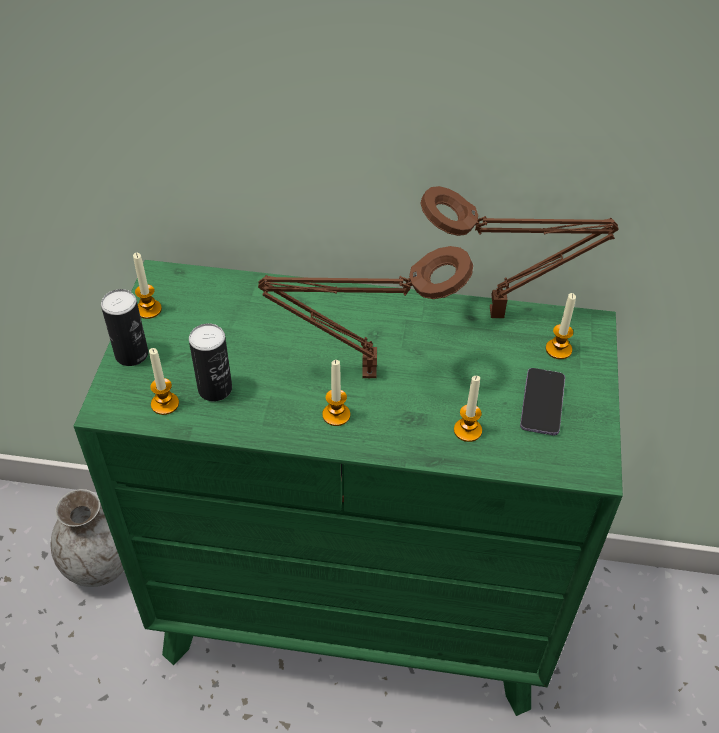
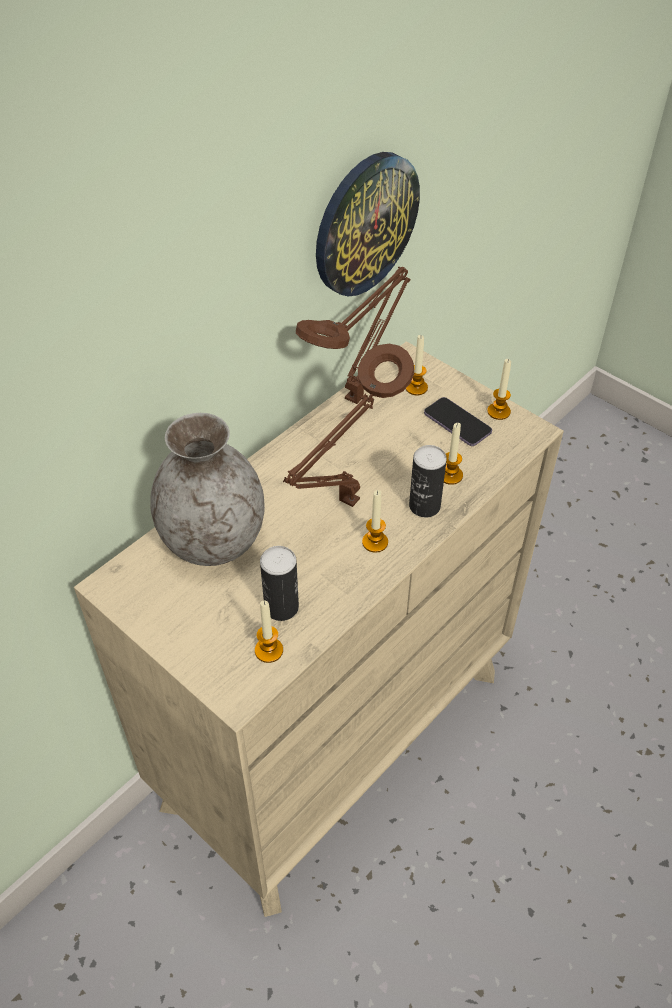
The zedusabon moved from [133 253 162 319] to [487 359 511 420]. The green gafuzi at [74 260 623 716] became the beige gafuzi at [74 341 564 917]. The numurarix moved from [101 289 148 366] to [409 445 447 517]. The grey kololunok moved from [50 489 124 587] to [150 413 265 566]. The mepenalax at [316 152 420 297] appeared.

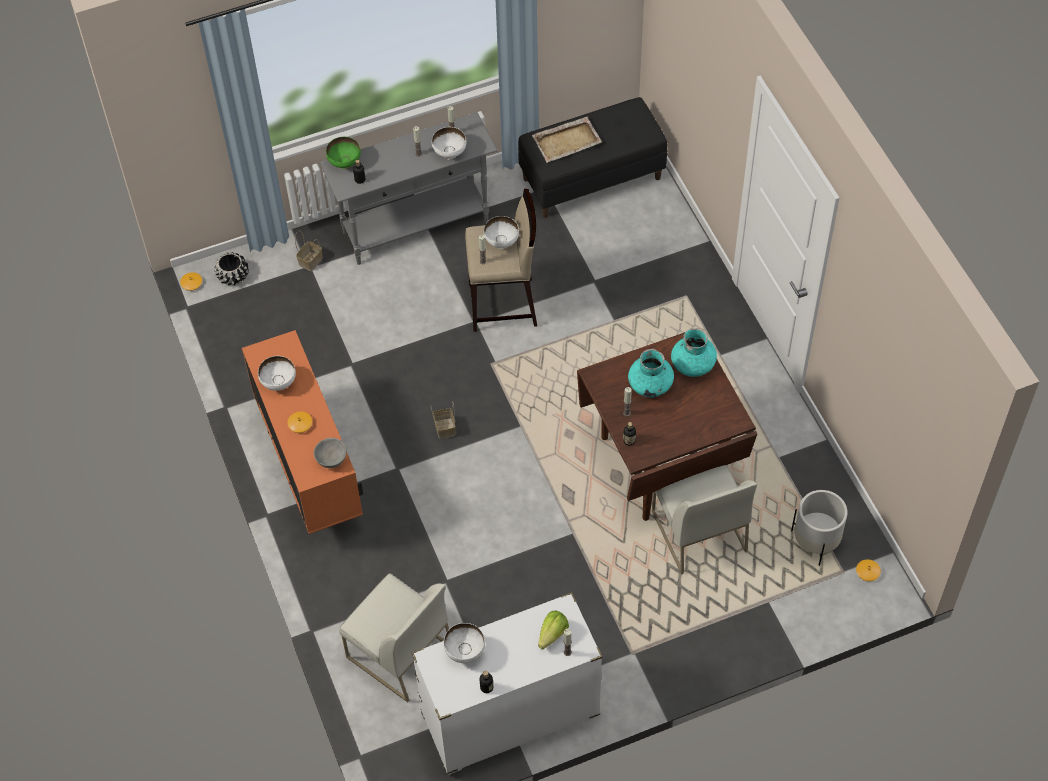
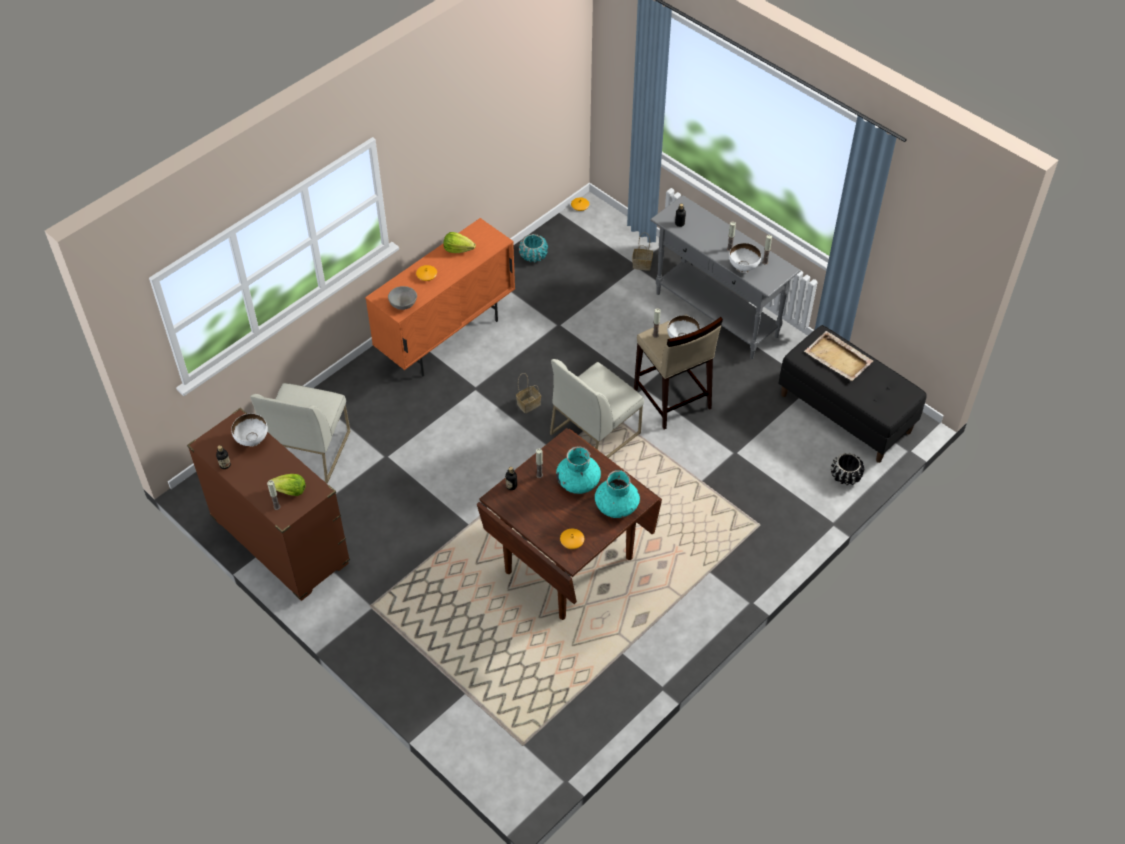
The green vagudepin at [326 137 361 169] disappeared. The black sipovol moved from [214 252 249 285] to [831 453 864 485]. The white vagudepin at [258 356 296 391] was replaced by the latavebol at [443 232 476 253]. The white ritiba moved from [652 465 757 575] to [550 359 644 458]. The white sipovol at [791 490 848 566] disappeared. The orange kololunok moved from [856 559 881 581] to [560 528 584 549]. The white gafuzi at [412 592 602 775] became the brown gafuzi at [187 408 350 601]. The turquoise sipovol at [519 234 548 262] appeared.

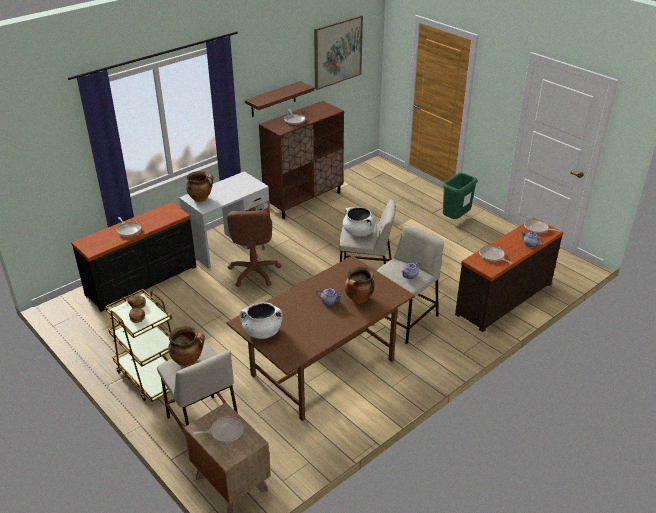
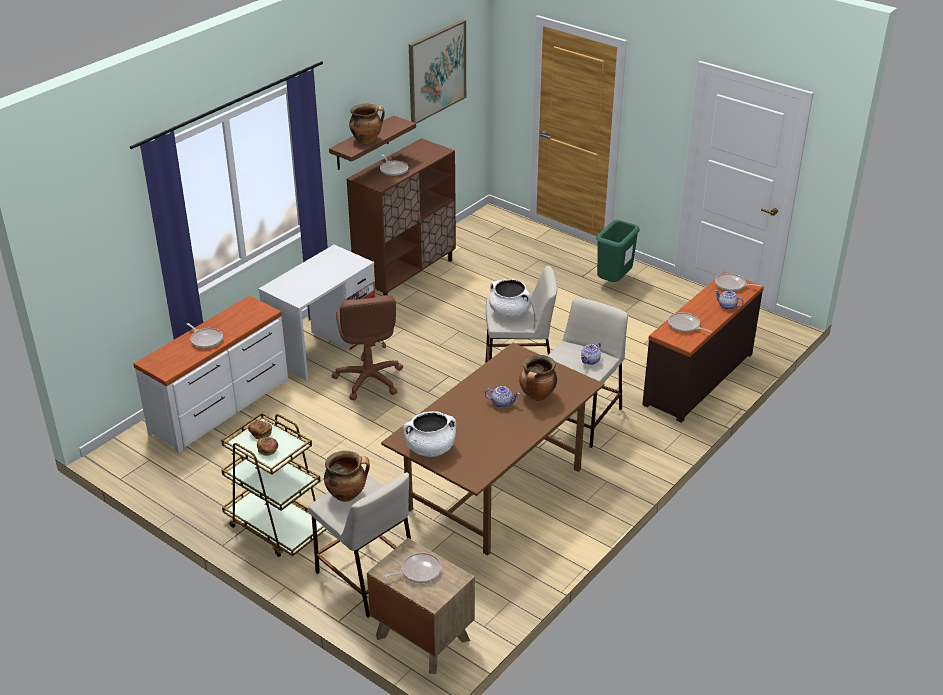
The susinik moved from [186 171 213 202] to [349 104 385 144]. The black gafuzi at [71 202 197 312] became the white gafuzi at [133 296 288 453].

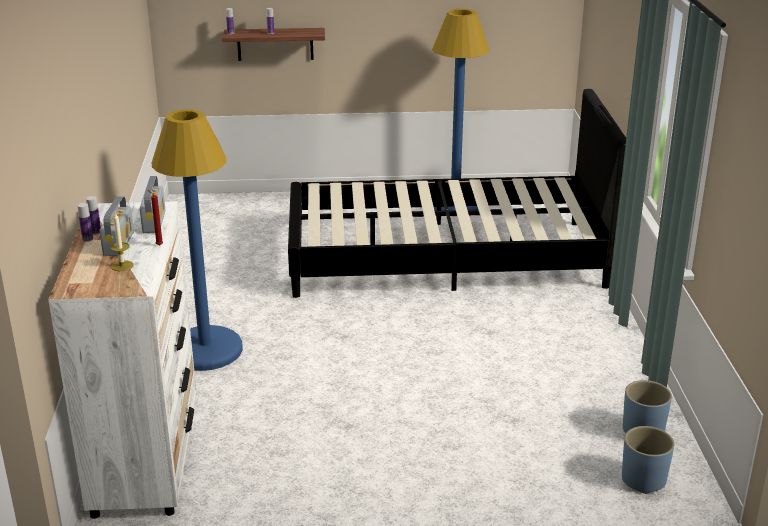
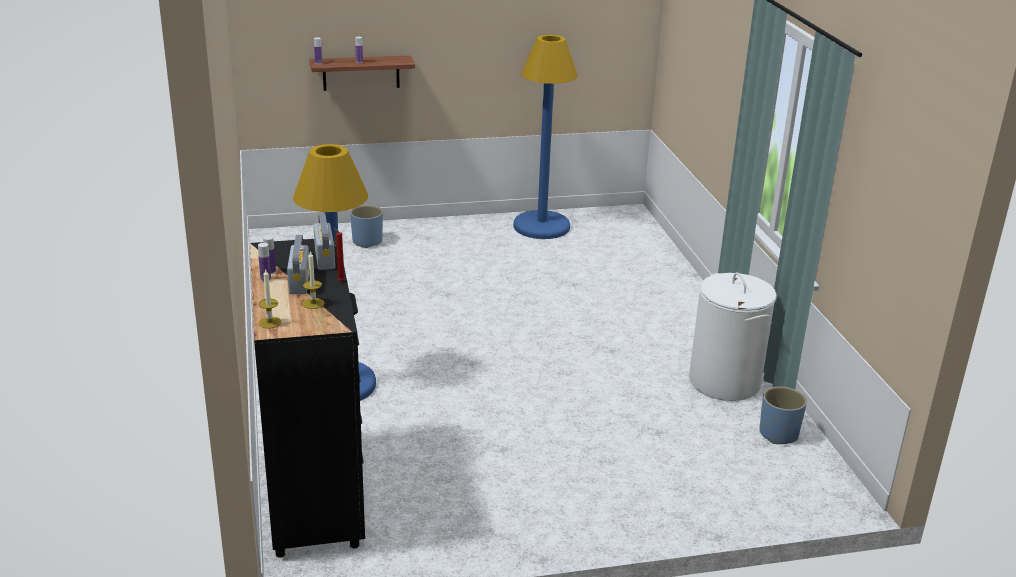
The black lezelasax at [288 89 626 298] disappeared. The white gafuzi at [48 201 196 519] became the black gafuzi at [250 237 365 558]. The blue sipovol moved from [622 426 674 494] to [350 205 383 248]. The zedusabon at [259 268 281 329] appeared. The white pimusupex at [689 272 777 401] appeared.

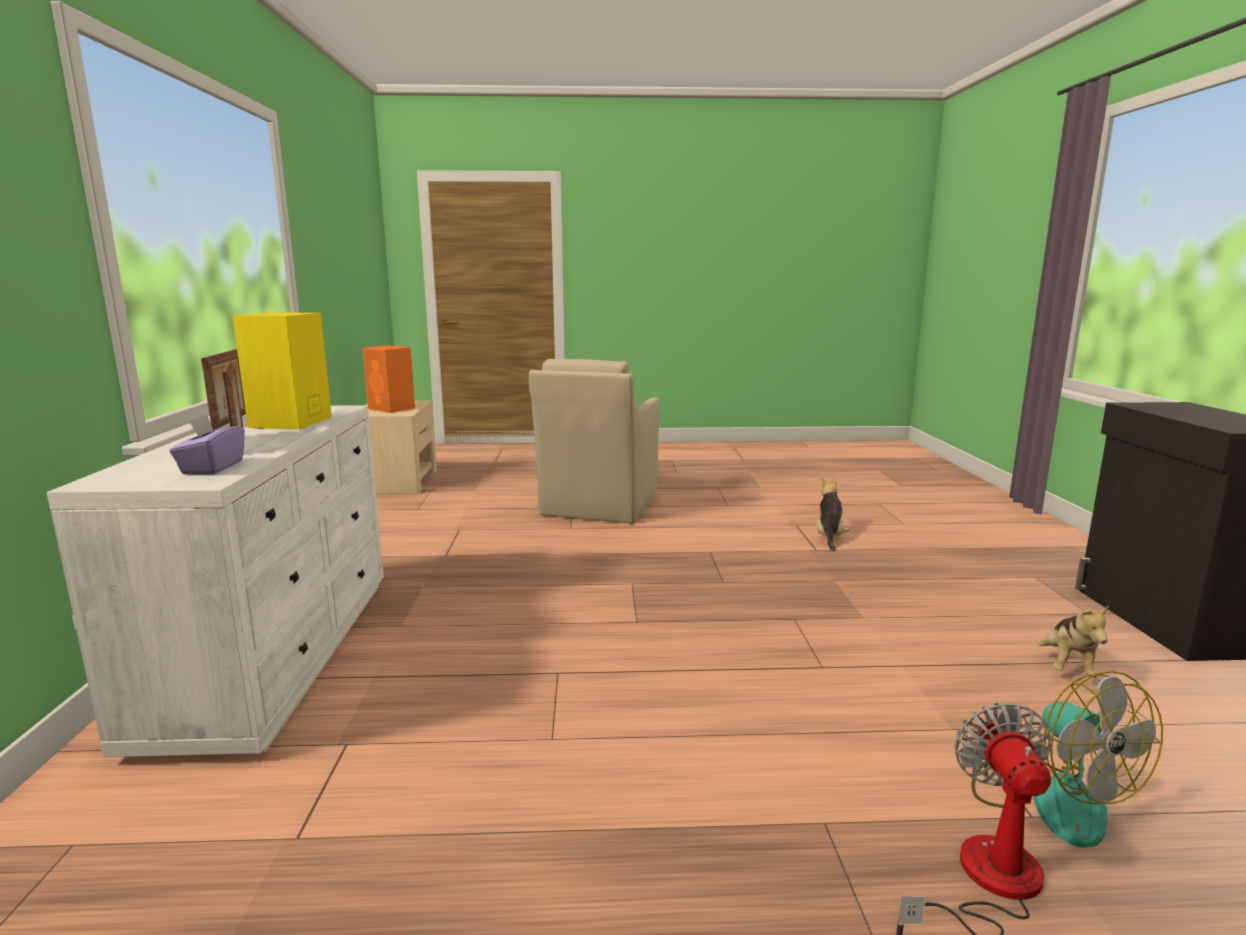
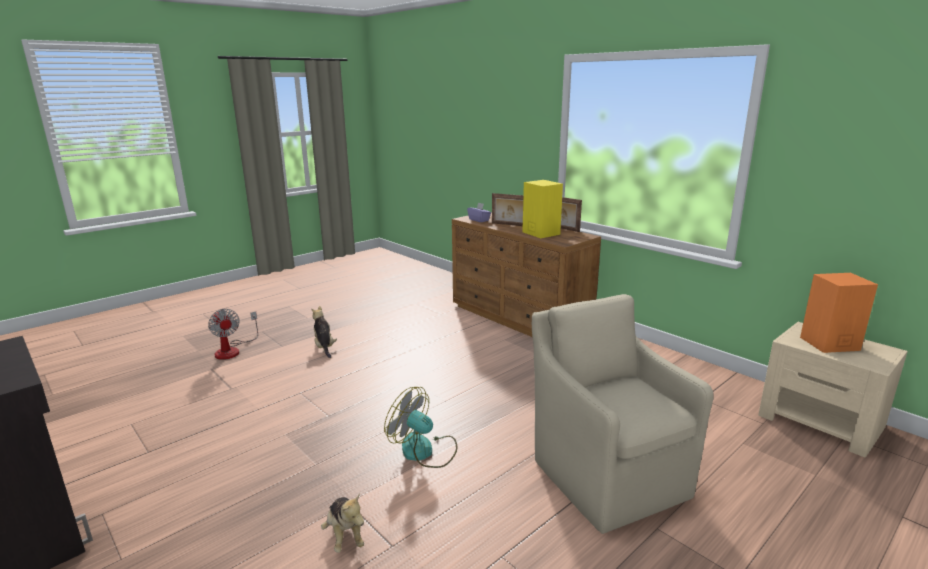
The white gafuzi at [47 405 384 757] became the brown gafuzi at [452 212 601 337]. The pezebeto moved from [1038 605 1109 678] to [311 306 337 358]. The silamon moved from [971 671 1163 848] to [384 387 457 468].

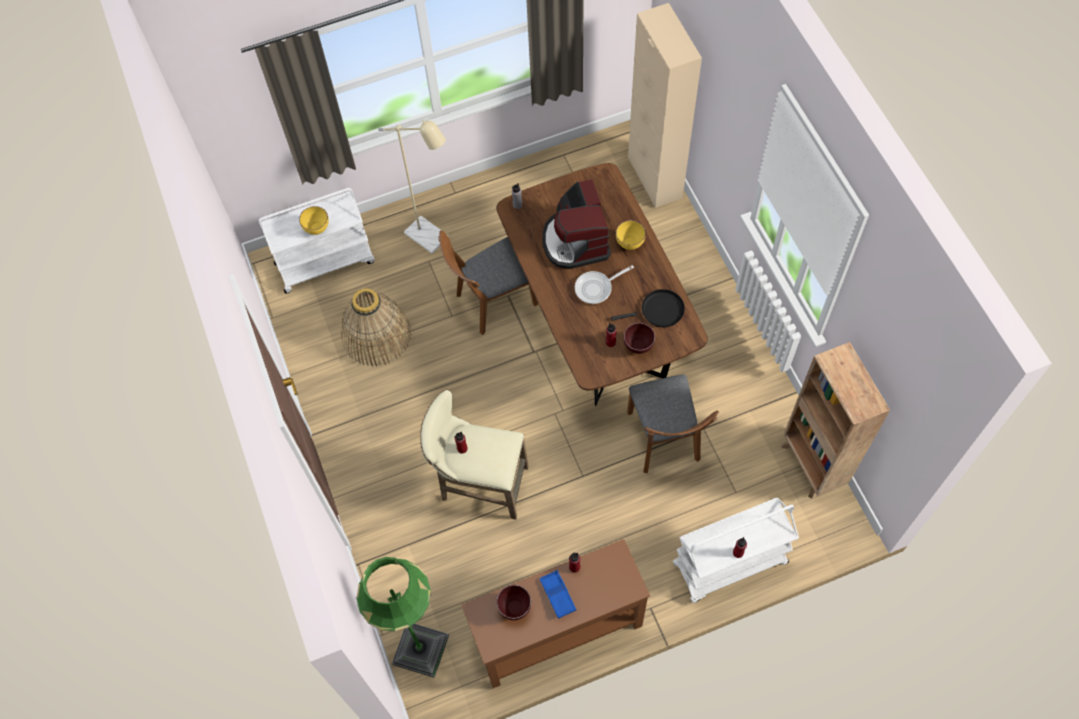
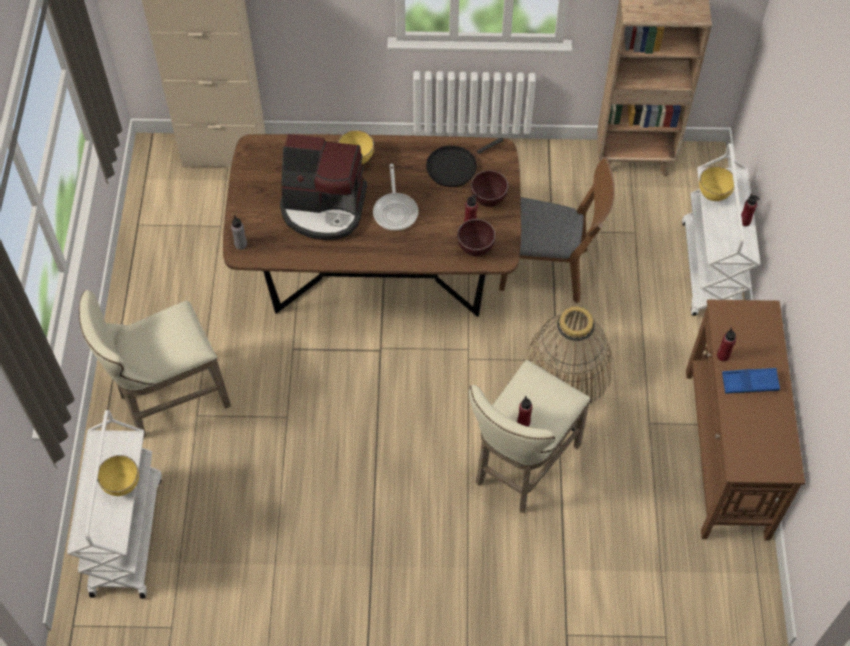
The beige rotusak at [378 120 449 254] was replaced by the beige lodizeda at [79 290 231 437]. The brown ritiba at [438 231 538 335] disappeared. The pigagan moved from [341 288 411 367] to [524 306 612 404]. The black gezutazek at [611 289 685 327] turned 135 degrees counterclockwise. The green rotusak at [356 557 449 678] disappeared. The brown vagudepin moved from [496 585 531 620] to [457 219 495 256]. The yellow vagudepin at [699 166 734 201] appeared.

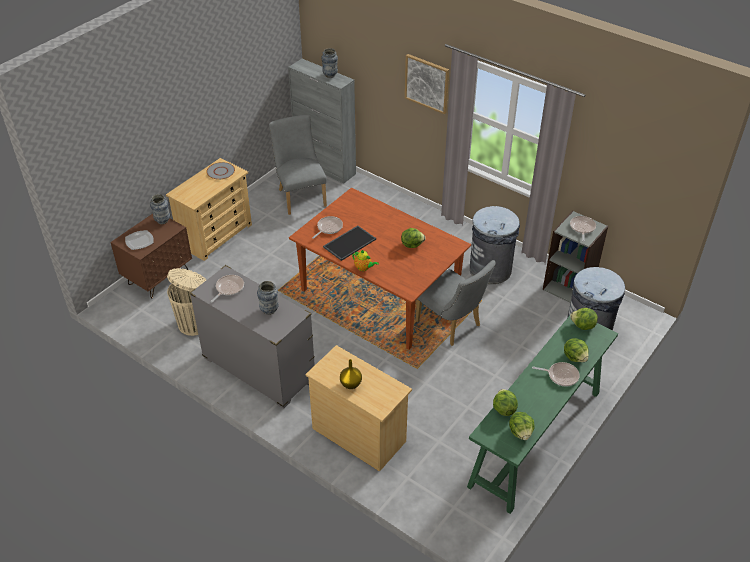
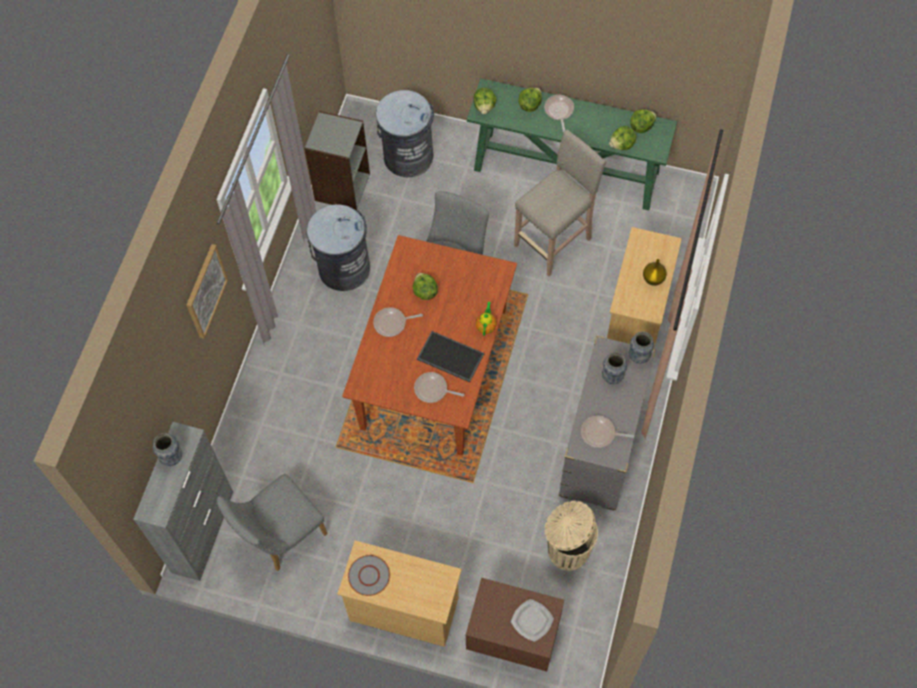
The kololunok moved from [150 194 170 224] to [629 331 654 364]. The gezutazek moved from [570 216 596 242] to [373 307 423 337]. The beige lodizeda at [514 130 606 276] appeared.

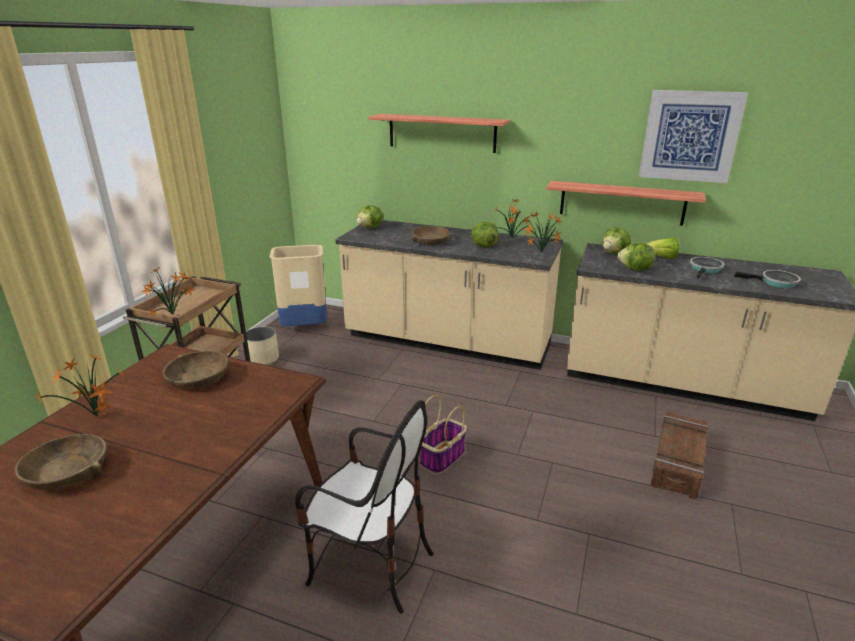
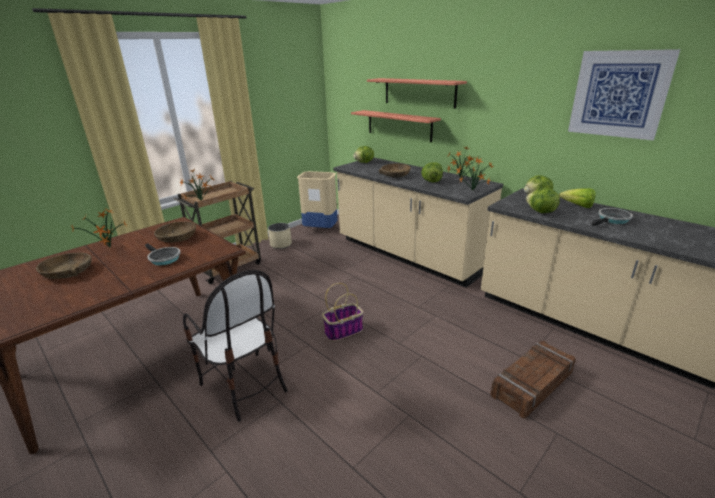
The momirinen moved from [546 181 706 226] to [351 110 441 142]. The gezutazek moved from [734 270 801 288] to [145 243 181 265].

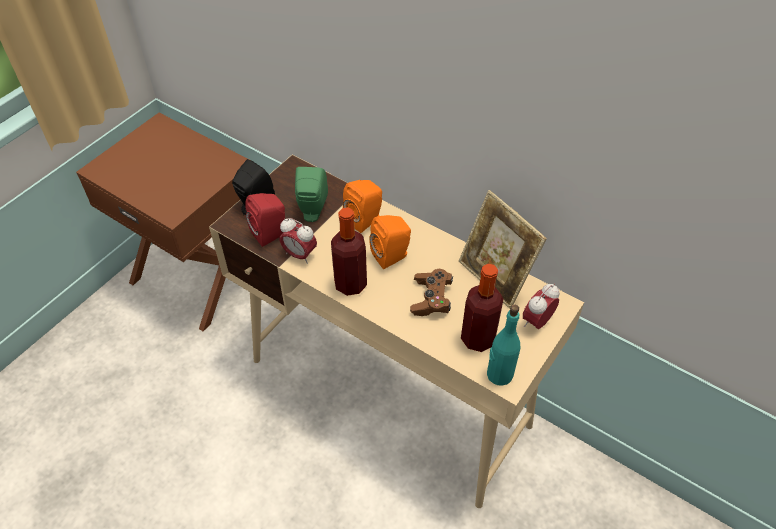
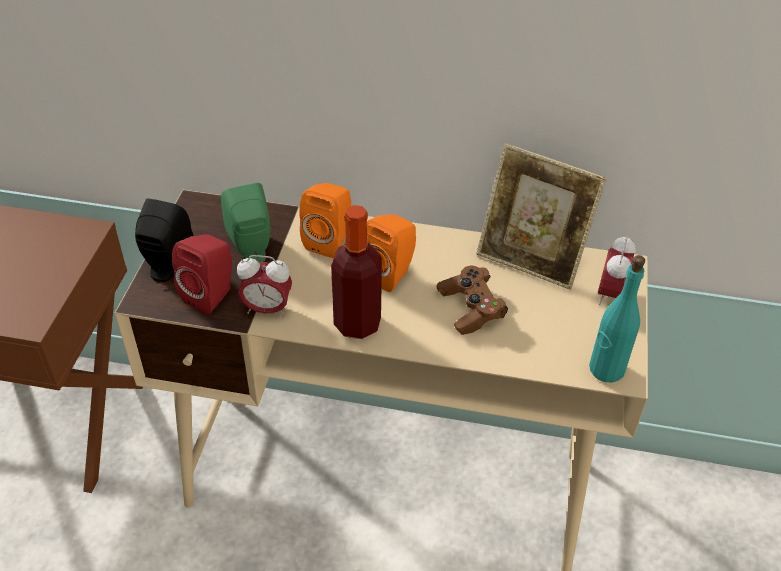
The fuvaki at [461 263 503 352] disappeared.

